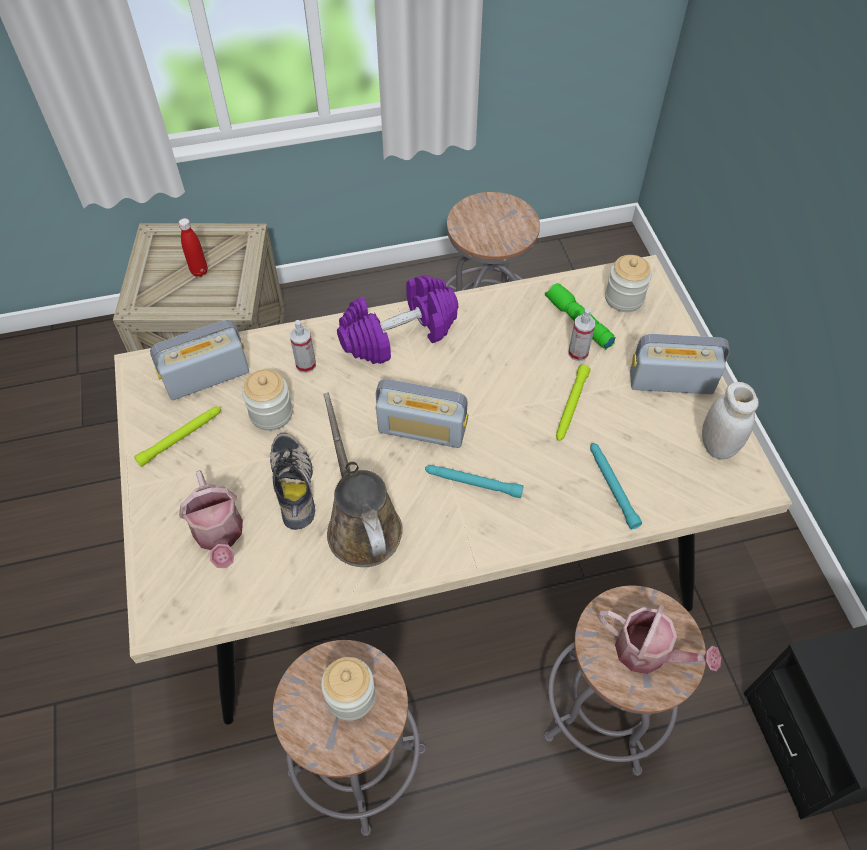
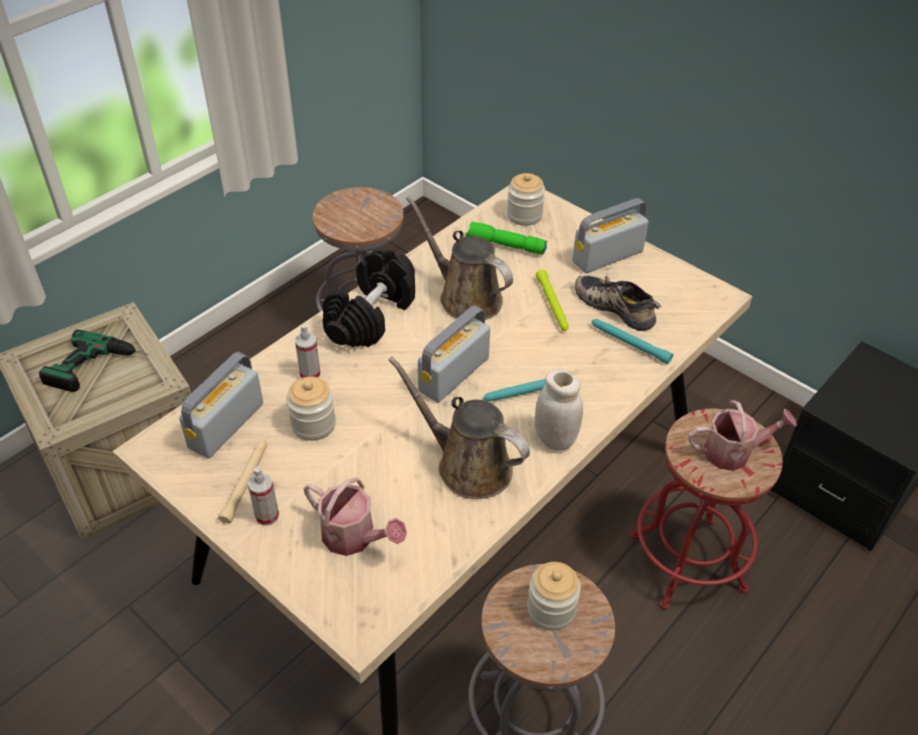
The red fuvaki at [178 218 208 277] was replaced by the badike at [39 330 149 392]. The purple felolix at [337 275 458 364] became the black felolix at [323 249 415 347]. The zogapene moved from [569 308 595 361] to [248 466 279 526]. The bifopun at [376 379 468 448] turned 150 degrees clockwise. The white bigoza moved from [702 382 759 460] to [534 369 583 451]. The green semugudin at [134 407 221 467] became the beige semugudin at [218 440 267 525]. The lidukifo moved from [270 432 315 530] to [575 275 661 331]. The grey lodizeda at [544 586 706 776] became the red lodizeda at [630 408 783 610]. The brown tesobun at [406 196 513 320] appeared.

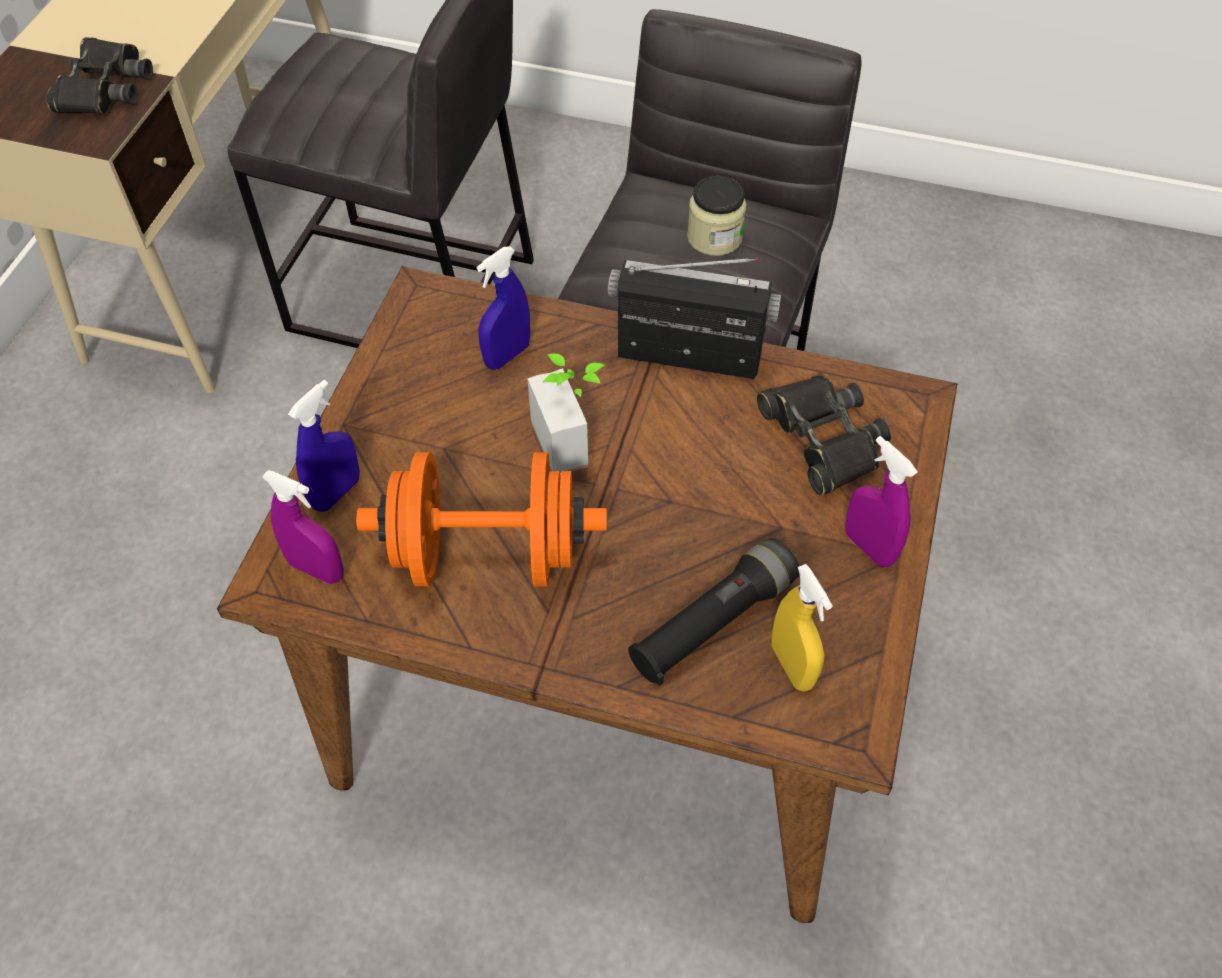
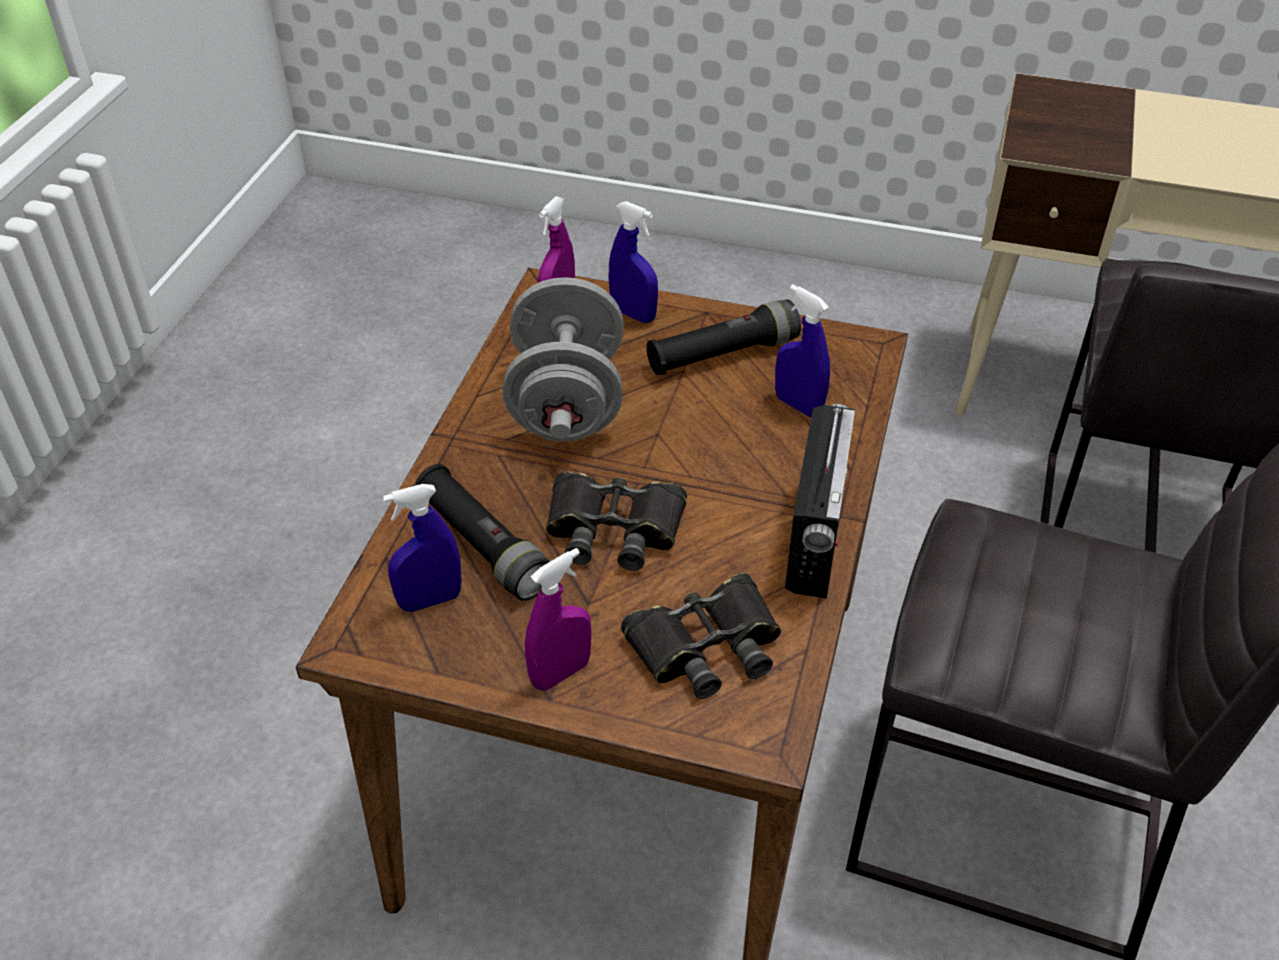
The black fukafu moved from [46 37 153 114] to [546 472 687 571]. The bigoza at [687 176 746 256] disappeared. The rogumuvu at [527 353 605 481] disappeared. The orange felolix at [356 452 607 587] became the grey felolix at [503 277 623 442]. The yellow zogapene at [771 564 833 692] became the blue zogapene at [383 484 462 612]. The black semugudin at [646 299 801 375] appeared.

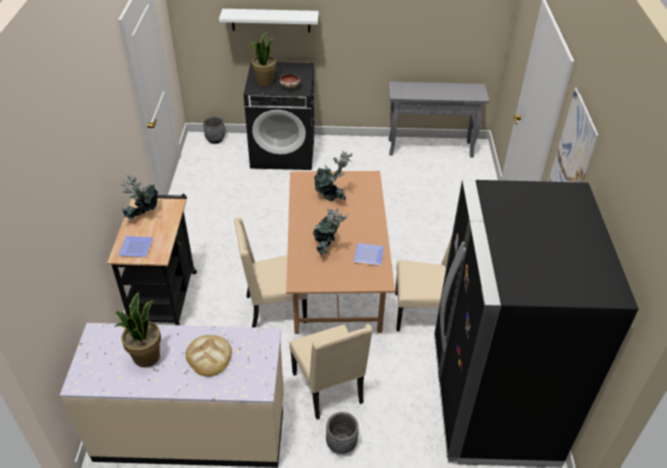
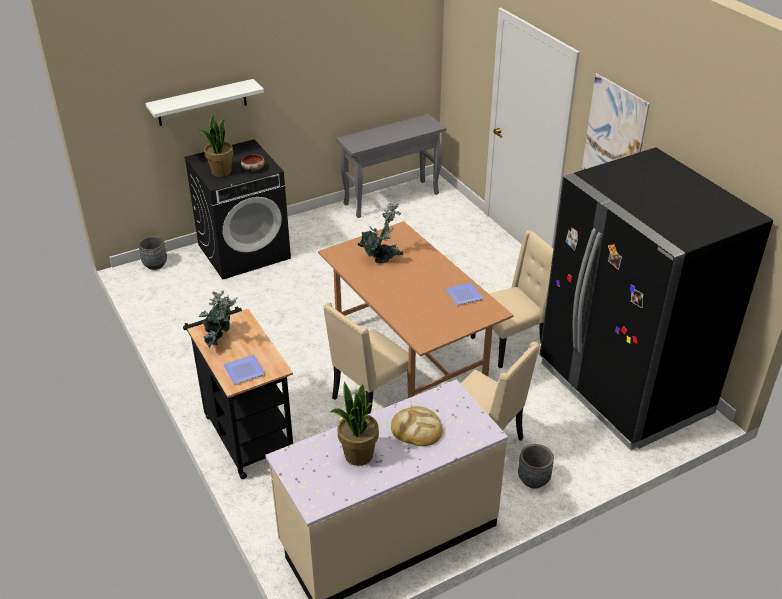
The rogumuvu at [313 208 348 256] disappeared.

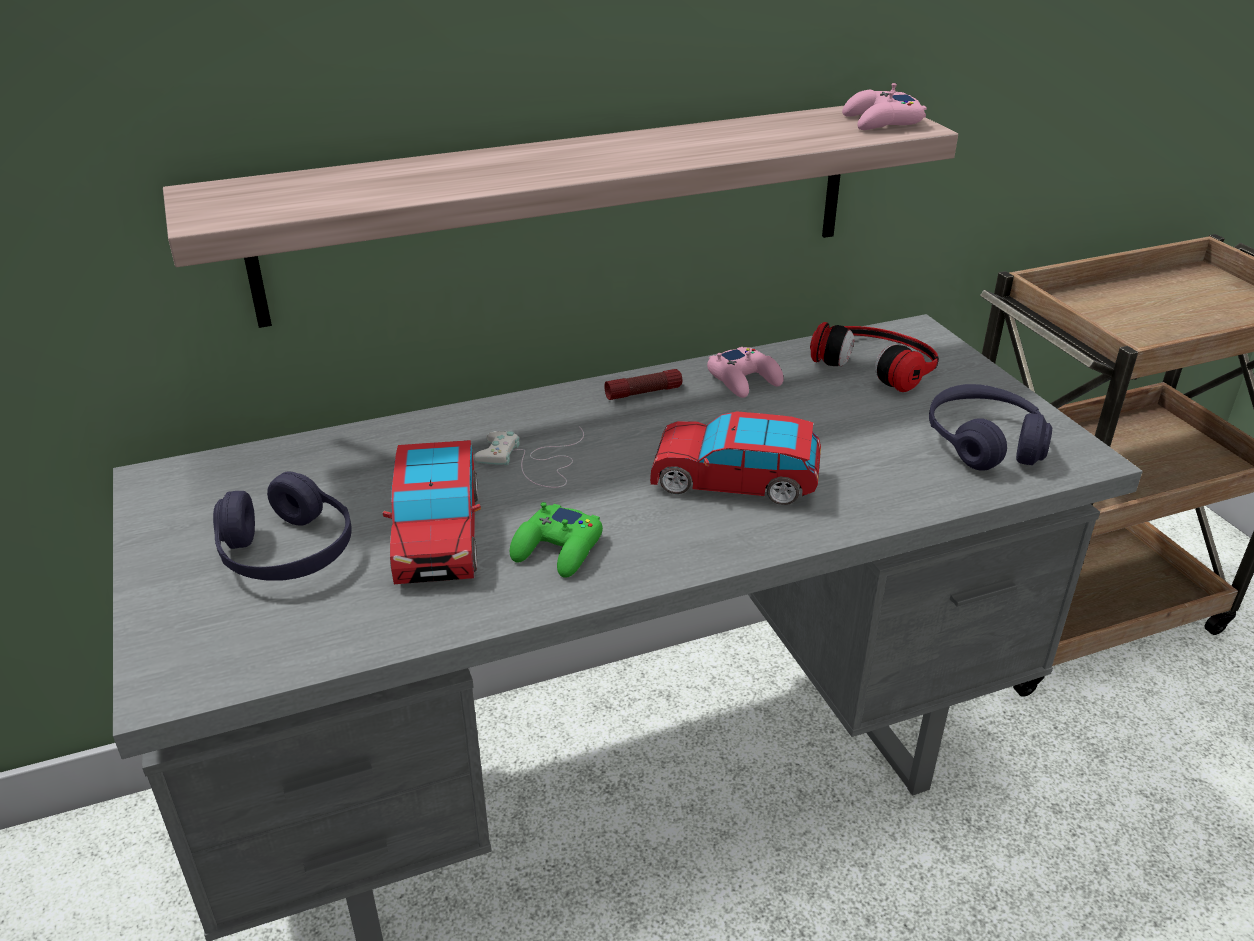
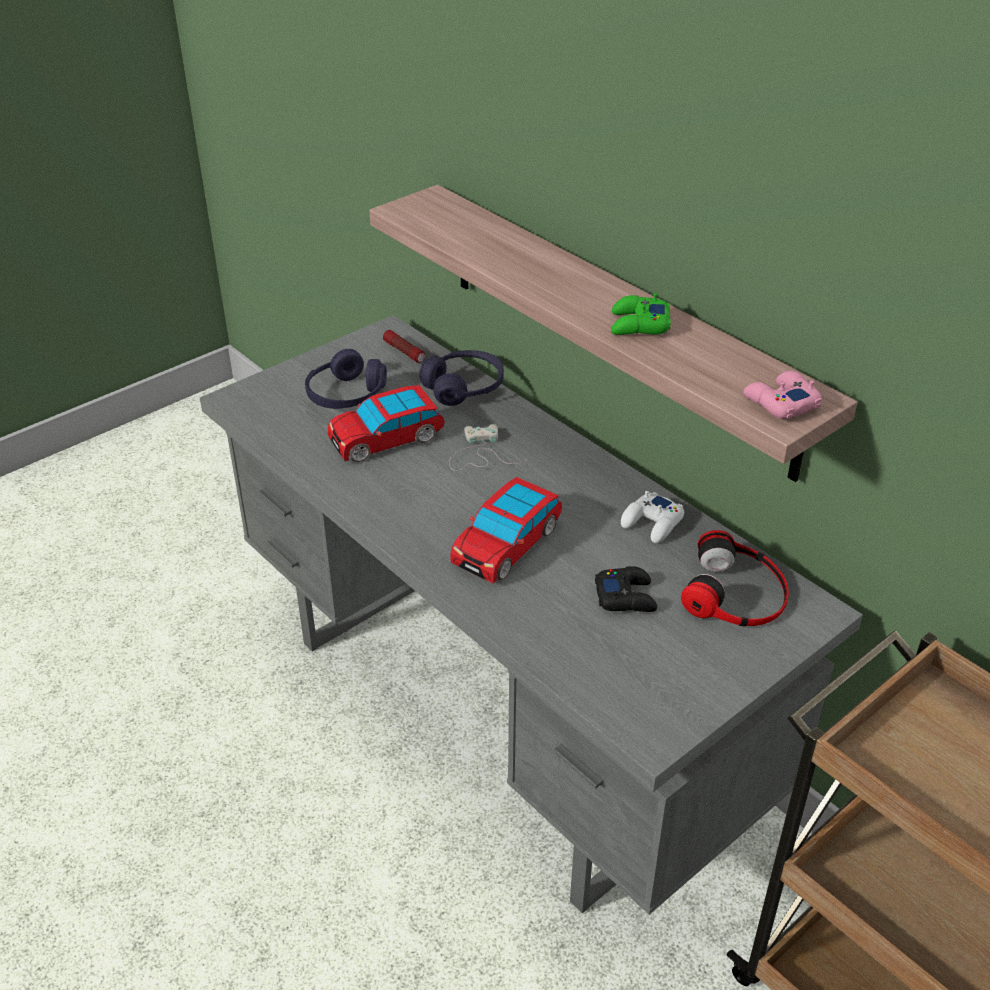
The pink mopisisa at [707 347 784 398] became the white mopisisa at [621 491 684 543]. The semugudin moved from [604 369 682 400] to [383 330 425 363]. The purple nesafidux moved from [929 384 1052 471] to [419 350 504 406]. The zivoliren at [650 411 821 505] turned 135 degrees counterclockwise. The green mopisisa moved from [510 502 603 578] to [611 293 671 335]. The black mopisisa at [595 566 657 612] appeared.

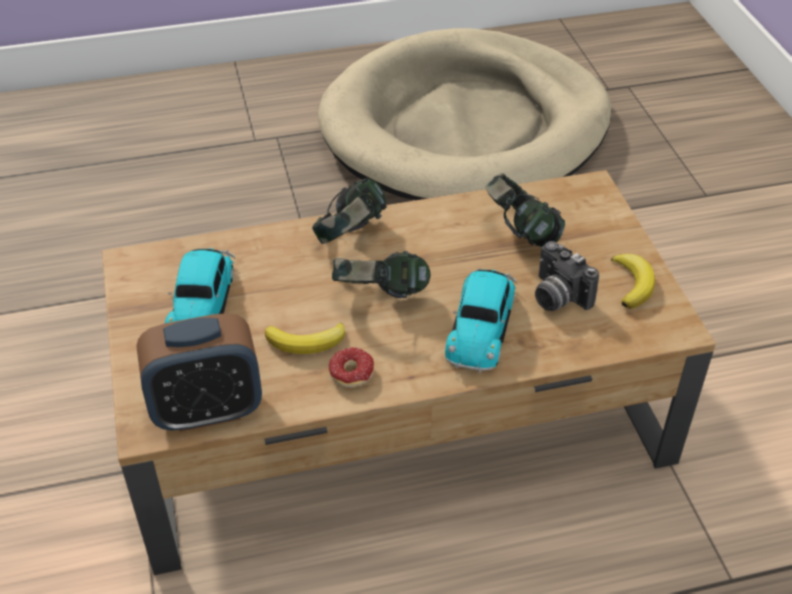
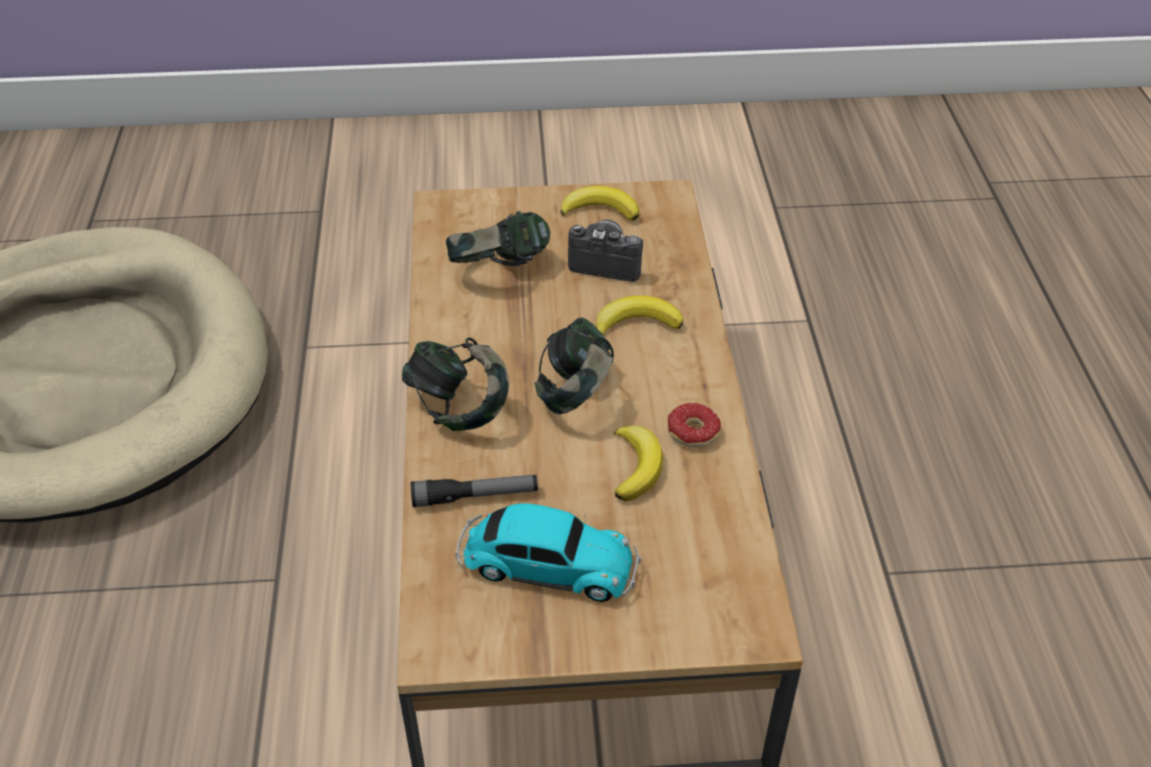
The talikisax at [535 241 599 311] turned 135 degrees counterclockwise. The zivoliren at [445 268 517 373] was replaced by the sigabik at [596 296 684 336]. The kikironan at [137 313 262 432] disappeared. The semugudin at [411 475 538 507] appeared.

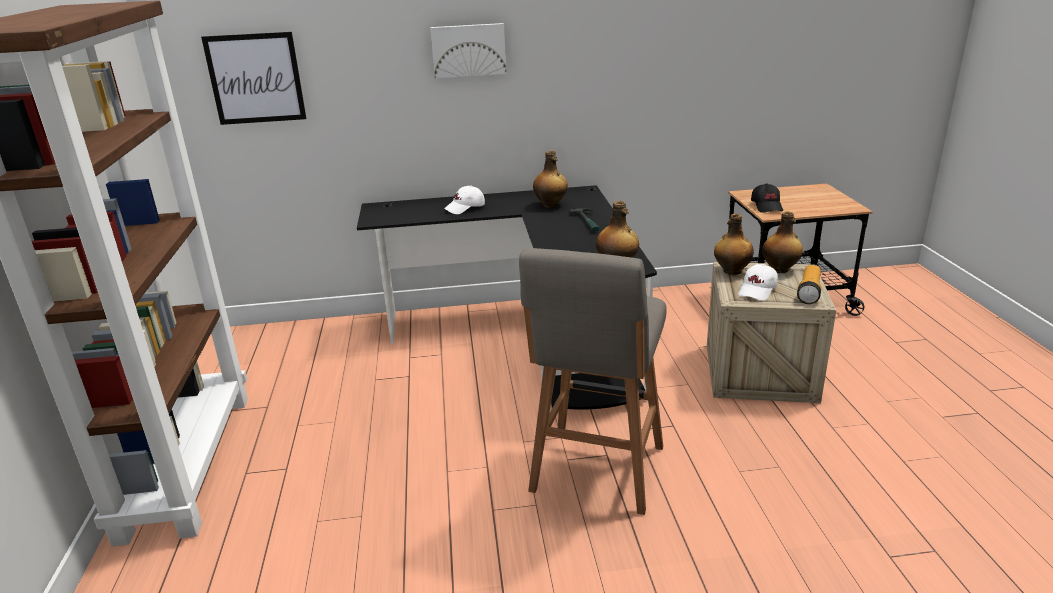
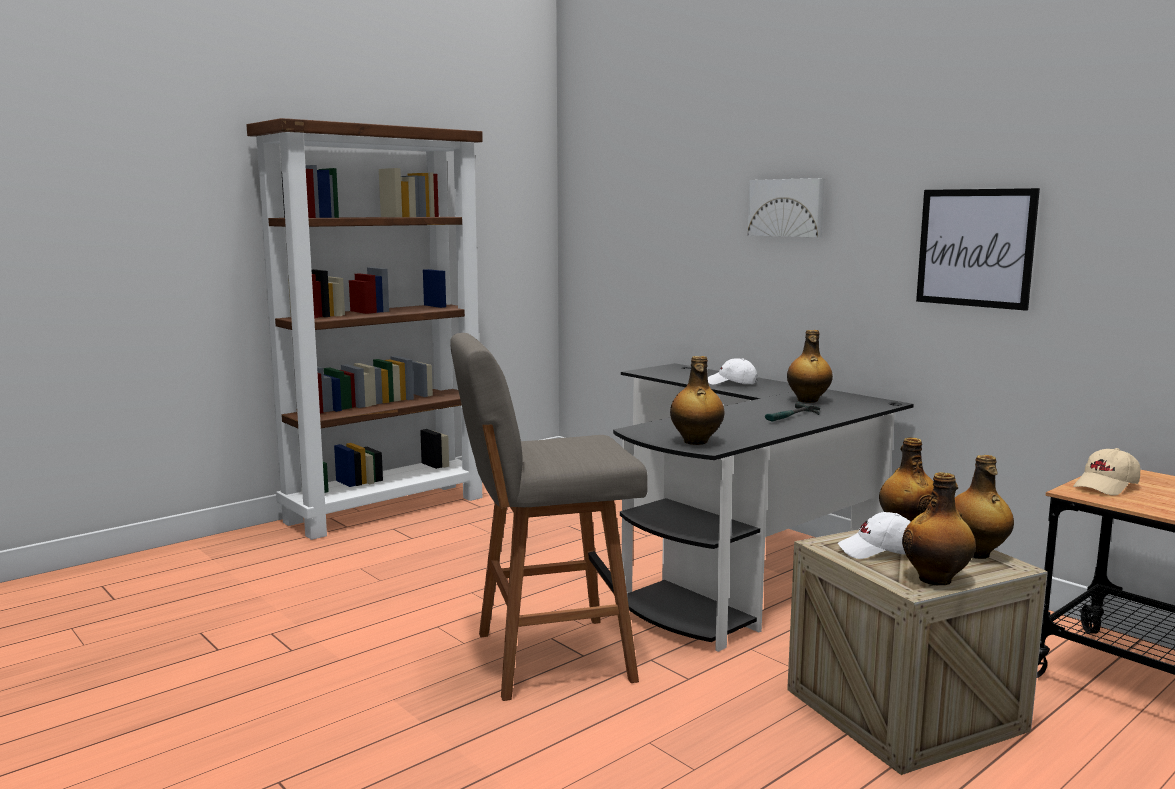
The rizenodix moved from [201 32 307 125] to [916 188 1040 311]. The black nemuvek at [751 183 783 213] became the beige nemuvek at [1073 448 1140 496]. The semugudin at [797 265 821 304] was replaced by the fuvaki at [902 472 976 586].

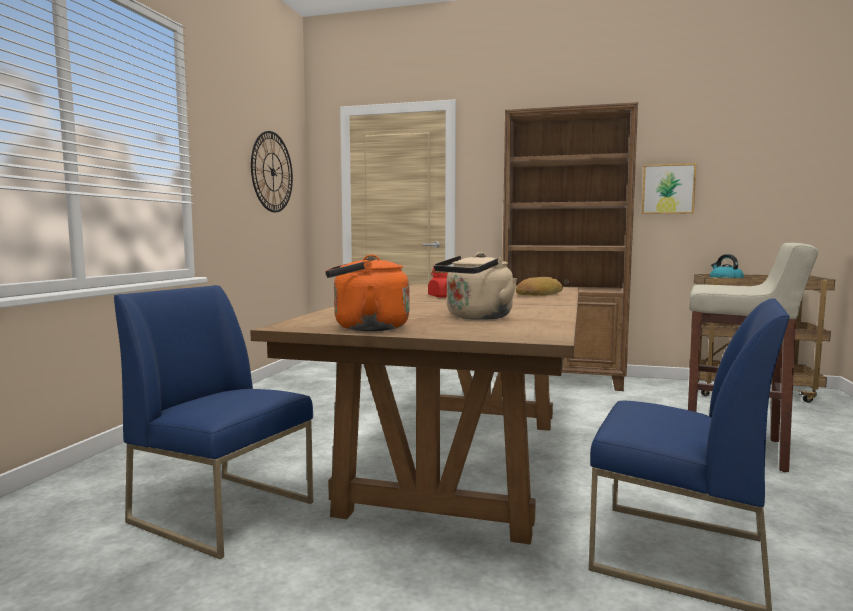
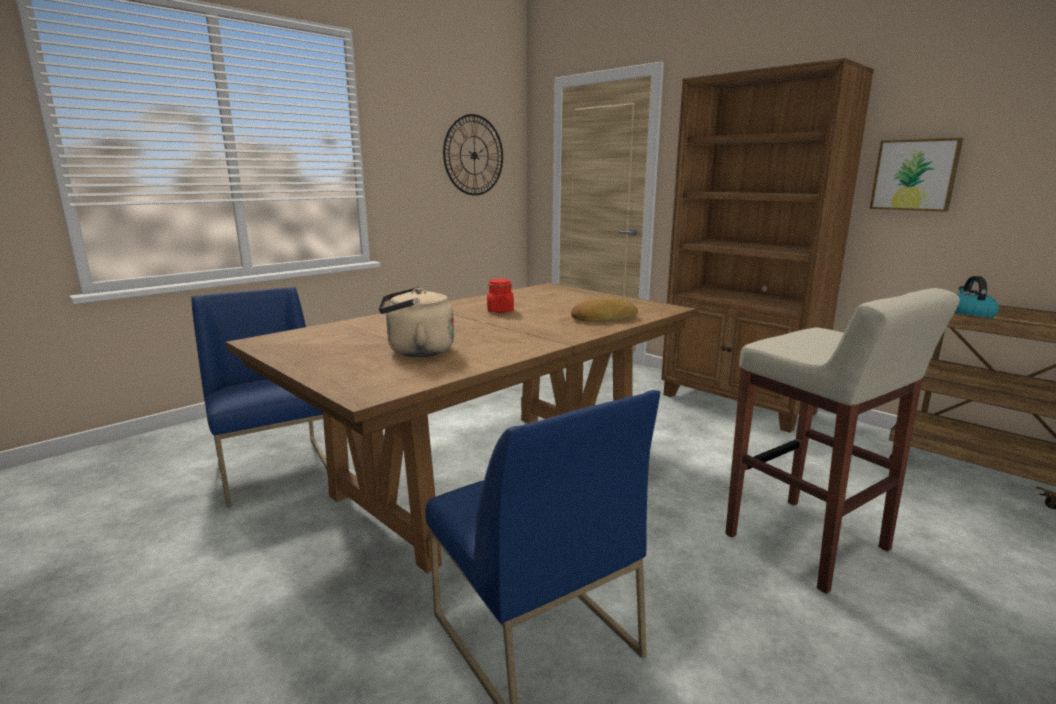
The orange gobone at [325 255 410 331] disappeared.

